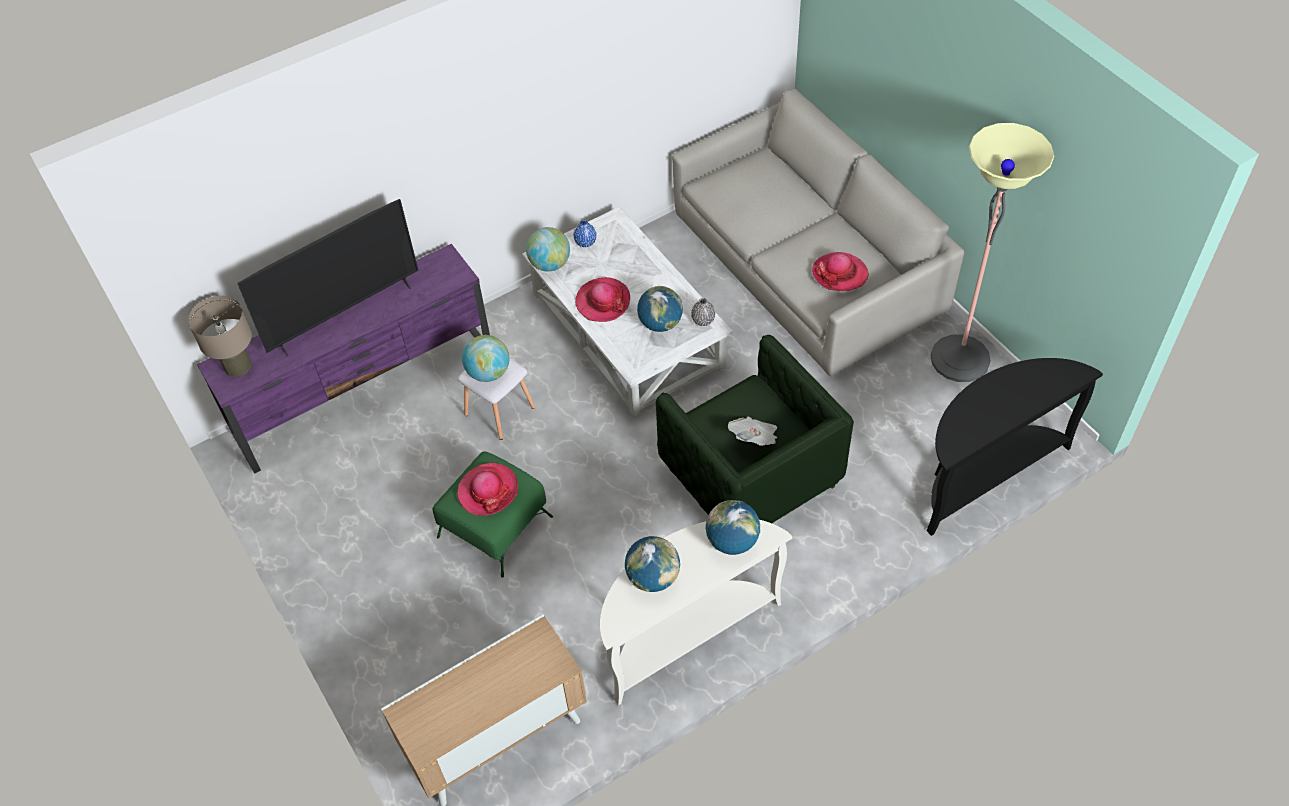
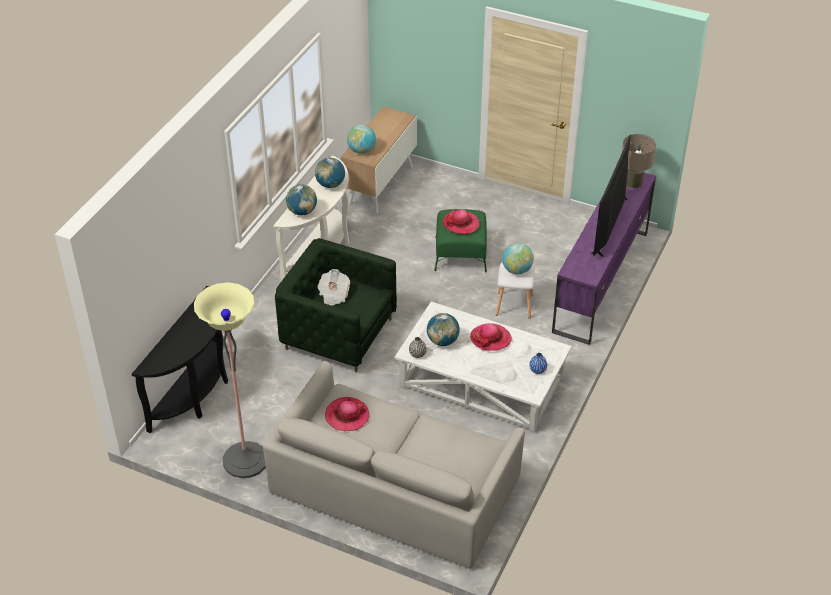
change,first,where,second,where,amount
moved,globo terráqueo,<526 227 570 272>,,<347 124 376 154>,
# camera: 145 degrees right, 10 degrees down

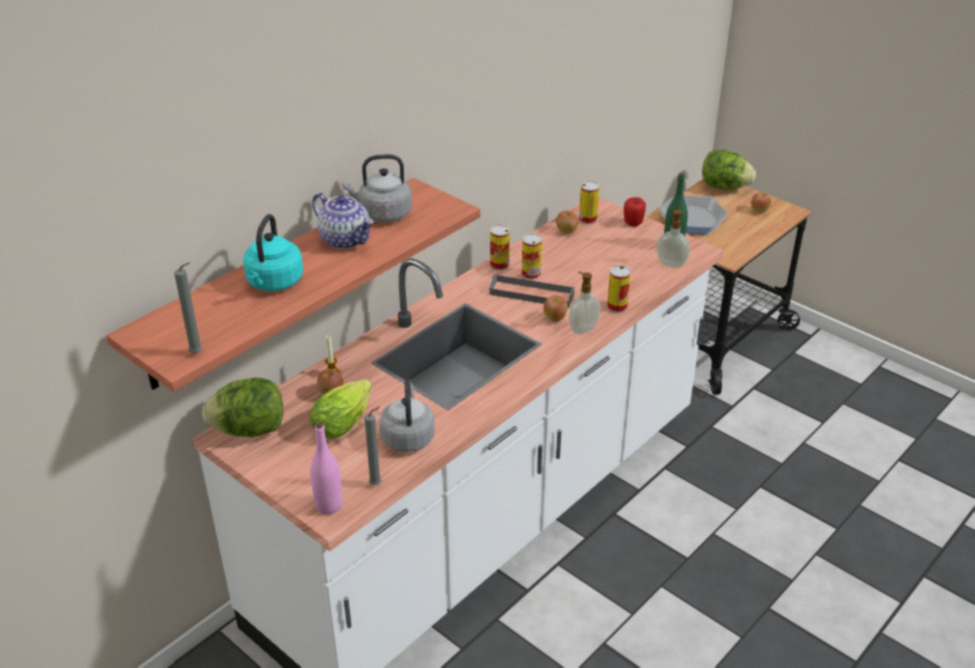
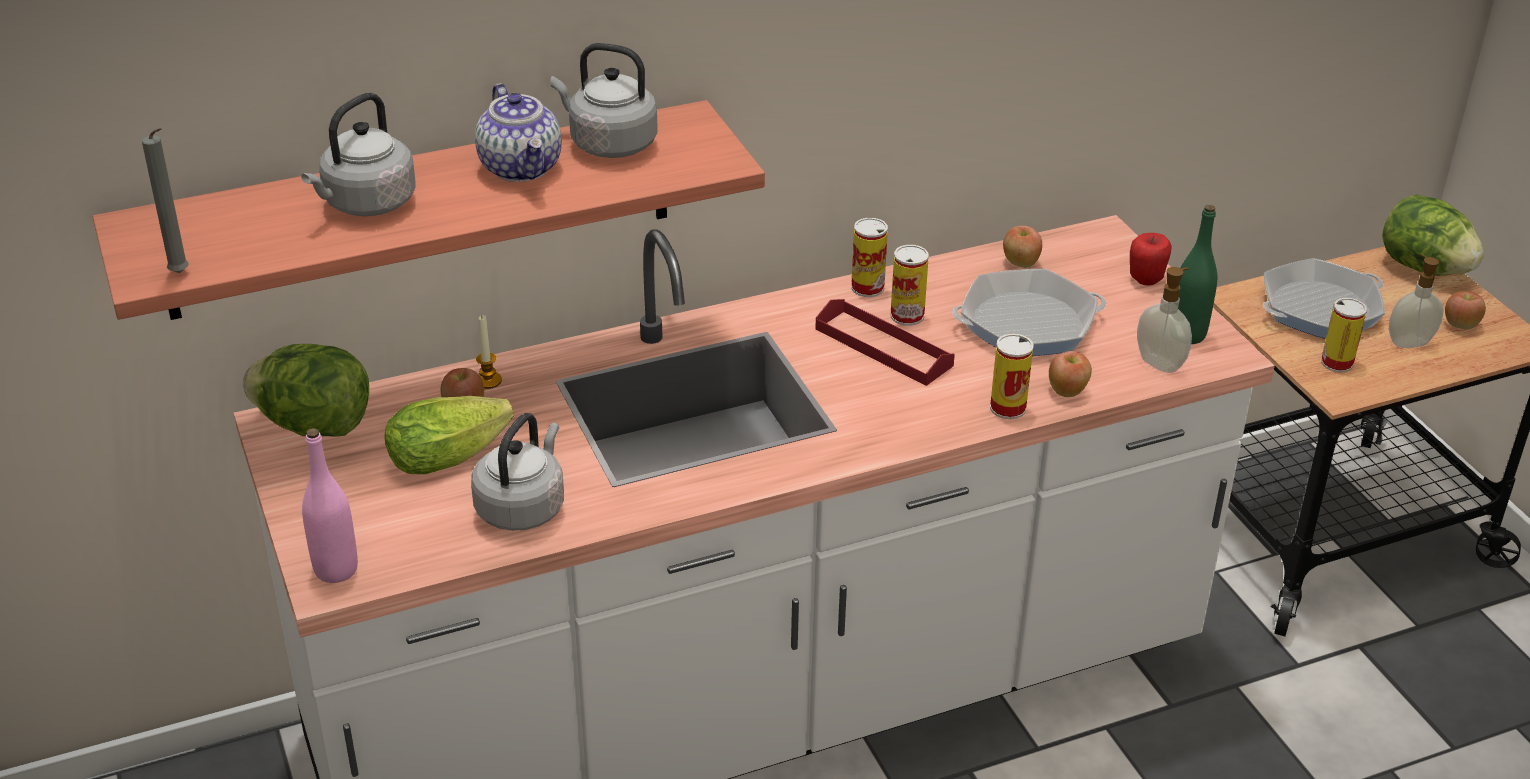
change,first,where,second,where,amount
removed,vela/gris,<364 407 381 485>,,,
added,,,sartén,<952 269 1107 356>,
moved,manzana,<543 295 568 322>,,<1049 351 1092 397>,
moved,dispensador de jabón,<569 272 600 334>,,<1389 254 1444 348>,
moved,lata,<579 181 599 225>,,<1321 298 1367 373>,
recoloured,hervidor/turquesa,<243 214 303 291>,hervidor/gris,<301 93 416 216>,
recoloured,bandeja/gris,<490 274 575 308>,bandeja/rojo,<815 299 955 386>,
# camera: 25 degrees right, 0 degrees up

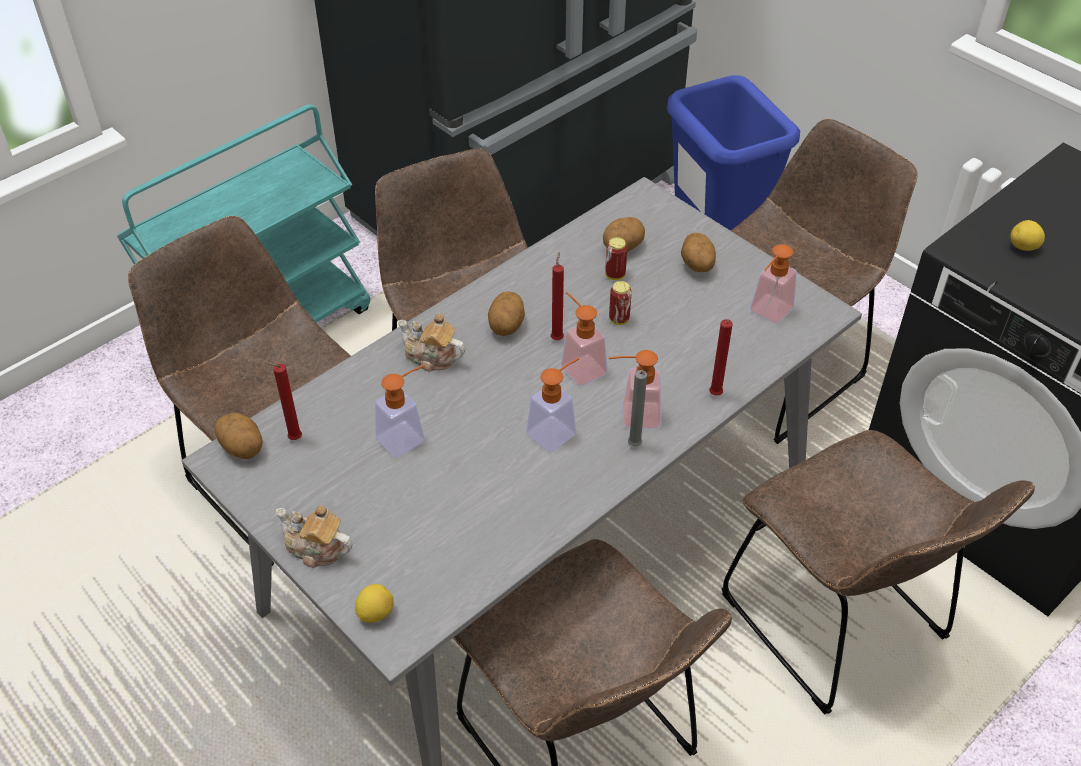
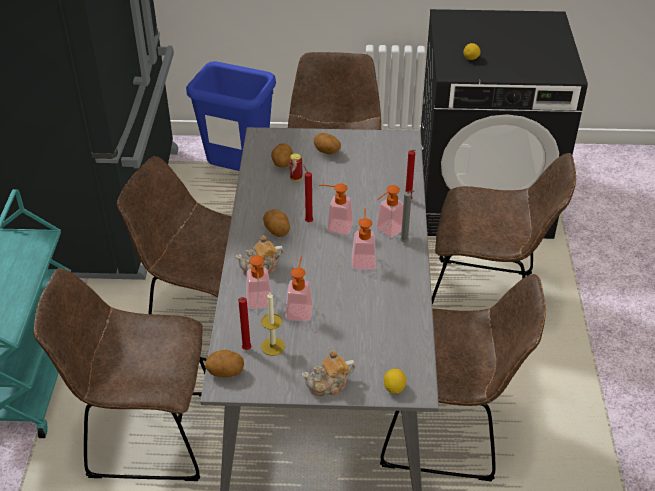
change,first,where,second,where,amount
removed,lata,<609 281 632 325>,,,
added,,,vela,<261 292 285 356>,
moved,dispensador de jabón,<750 244 797 324>,,<246 255 271 309>,
# camera: 45 degrees left, 5 degrees down

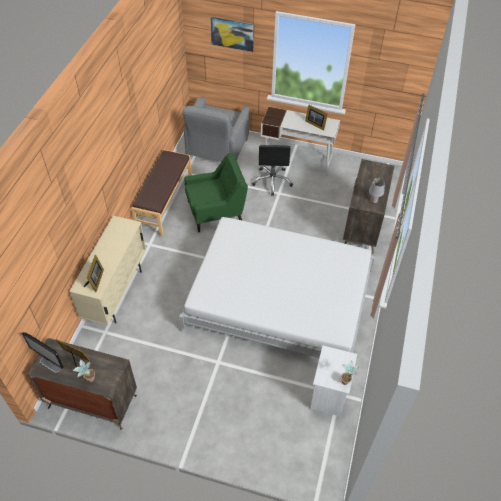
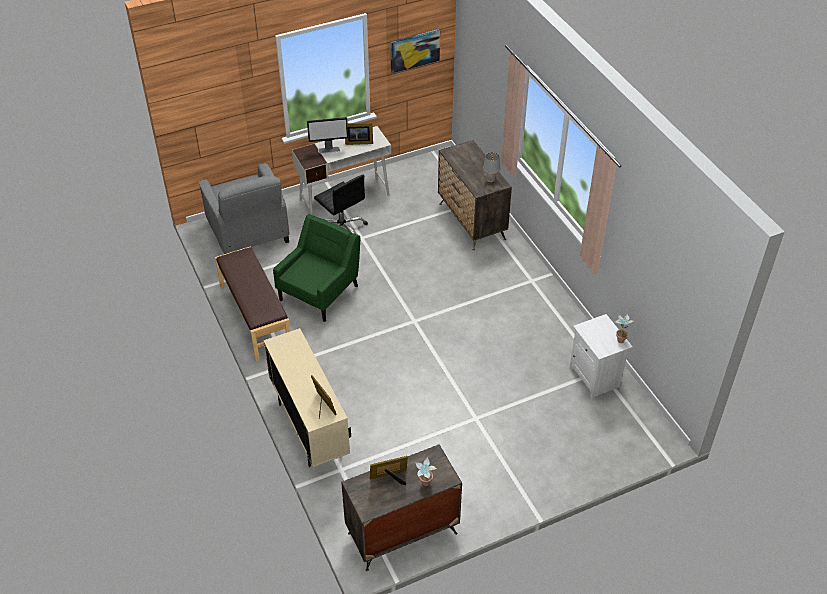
change,first,where,second,where,amount
removed,cama/blanco,<179 217 375 358>,,,
moved,monitor,<22 332 64 373>,,<307 117 348 154>,
moved,cuadro,<210 17 254 52>,,<390 29 440 73>,
# camera: 40 degrees left, 5 degrees down

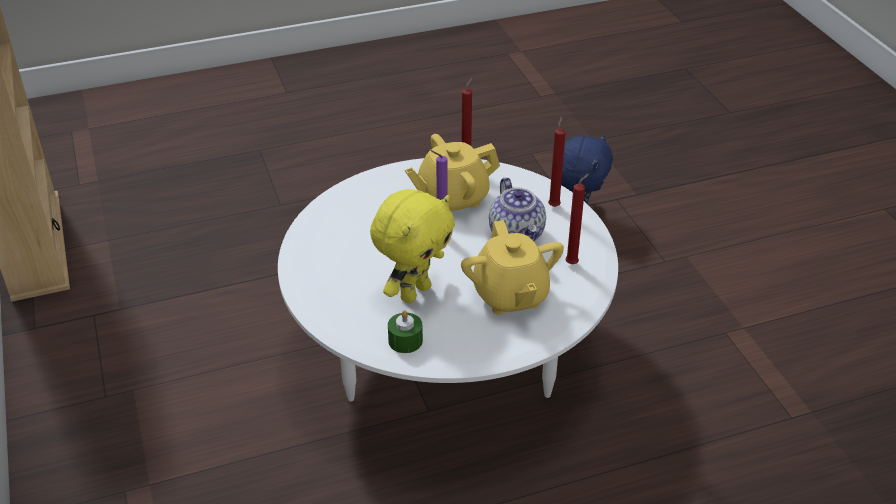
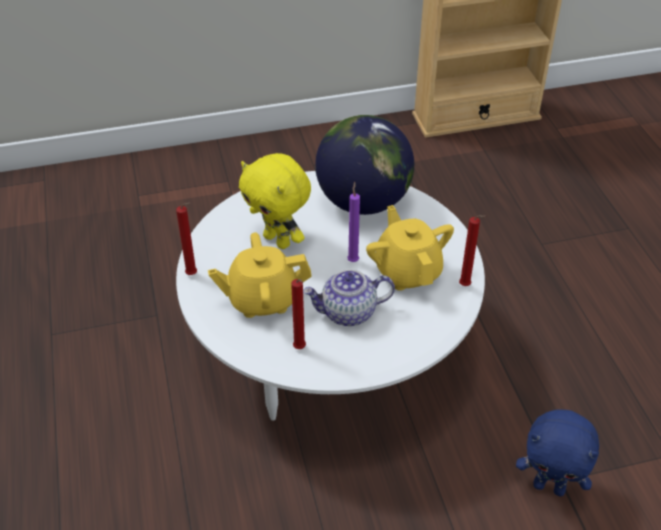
change,first,where,second,where,amount
removed,vela/verde,<388 310 423 353>,,,
added,,,globo terráqueo,<315 115 414 215>,
moved,vela/rojo,<548 116 566 207>,,<176 203 197 275>,
# camera: 95 degrees right, 5 degrees up

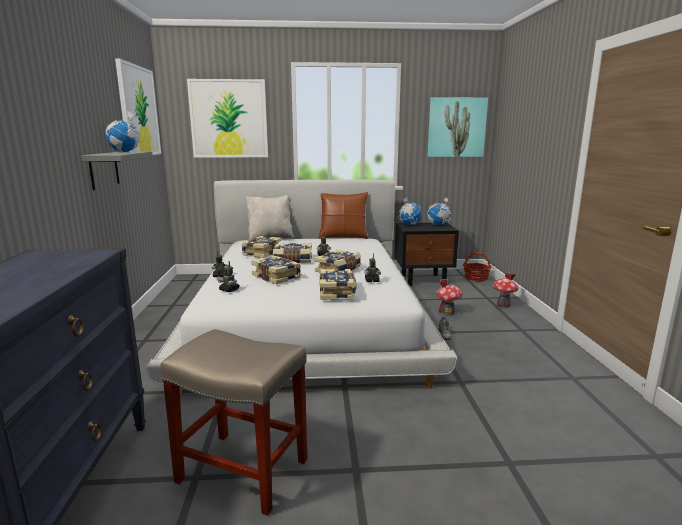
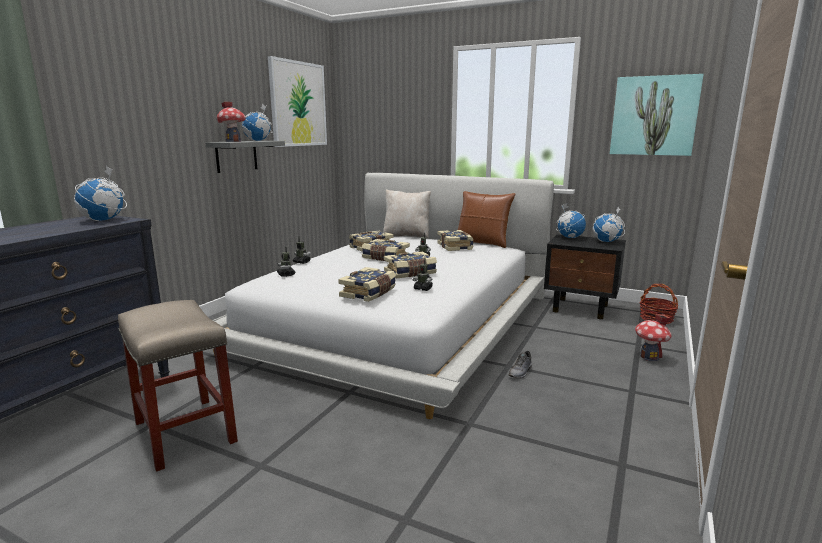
change,first,where,second,where,amount
removed,cuadro,<187 79 268 158>,,,
added,,,globo terráqueo,<74 166 127 221>,
moved,libro,<251 256 301 284>,,<437 230 474 251>,
moved,casita,<437 279 463 315>,,<216 102 246 142>,
# camera: 30 degrees right, 0 degrees up

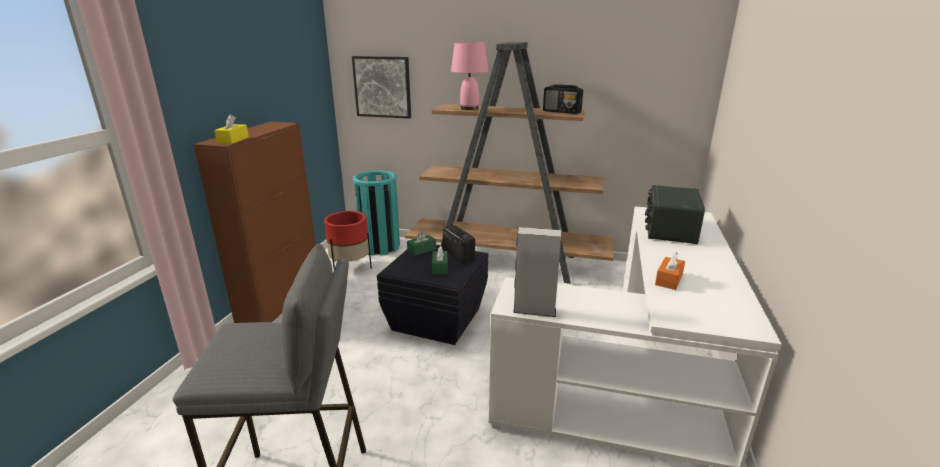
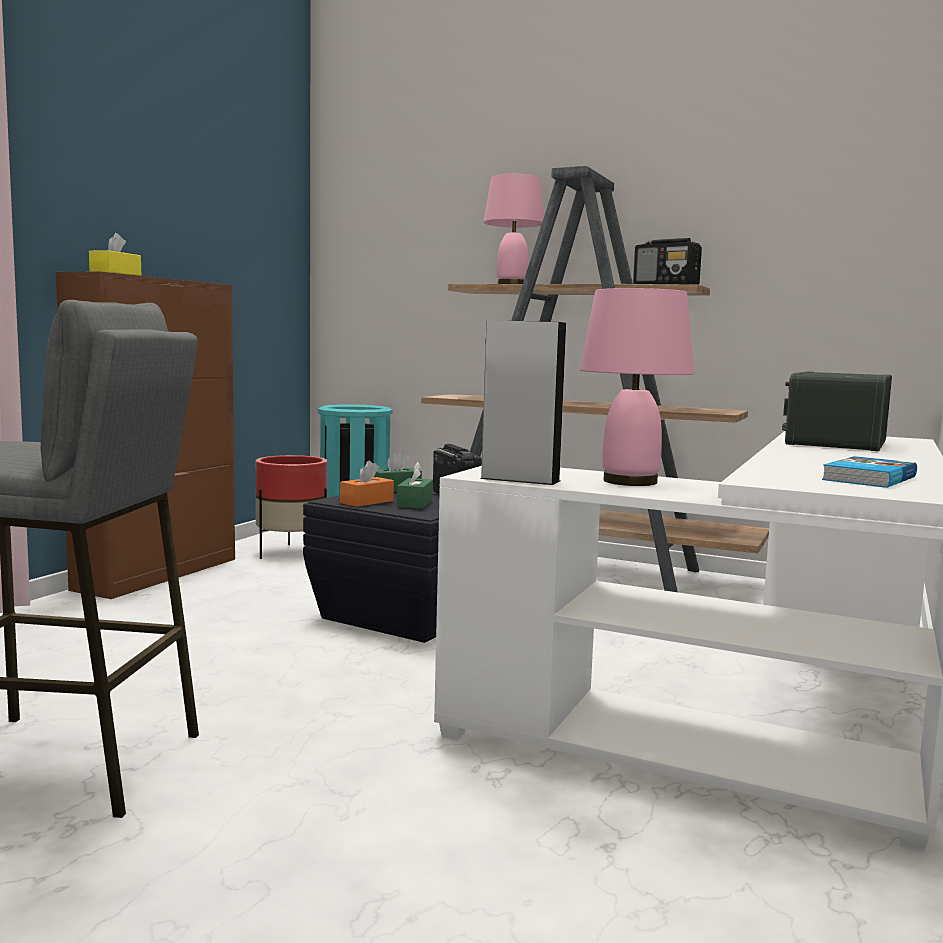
change,first,where,second,where,amount
removed,cuadro,<352 56 411 119>,,,
added,,,lámpara de mesa/rosa,<580 288 694 486>,
added,,,libro,<822 456 917 488>,
moved,caja de pañuelos/naranja,<655 252 685 290>,,<340 461 394 507>,
# camera: 10 degrees right, 15 degrees down

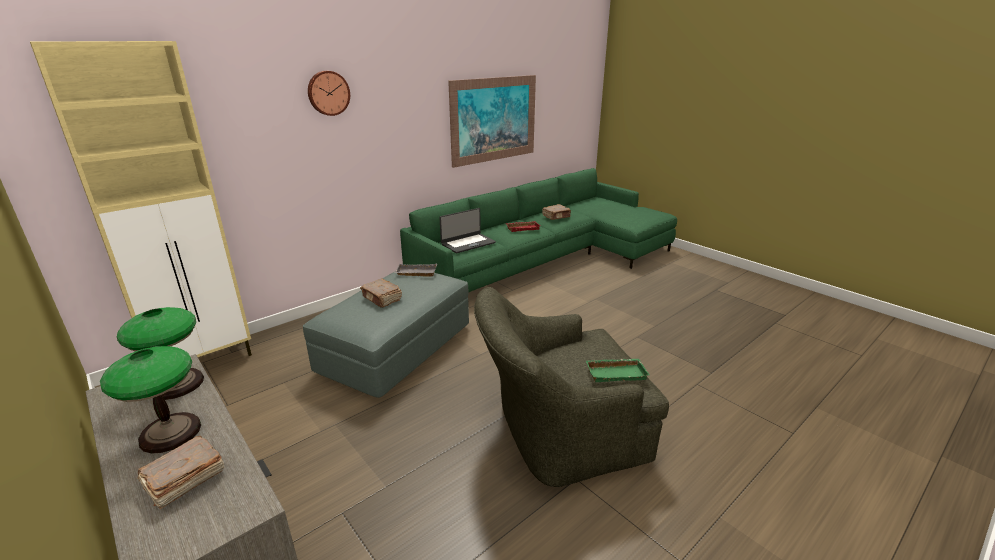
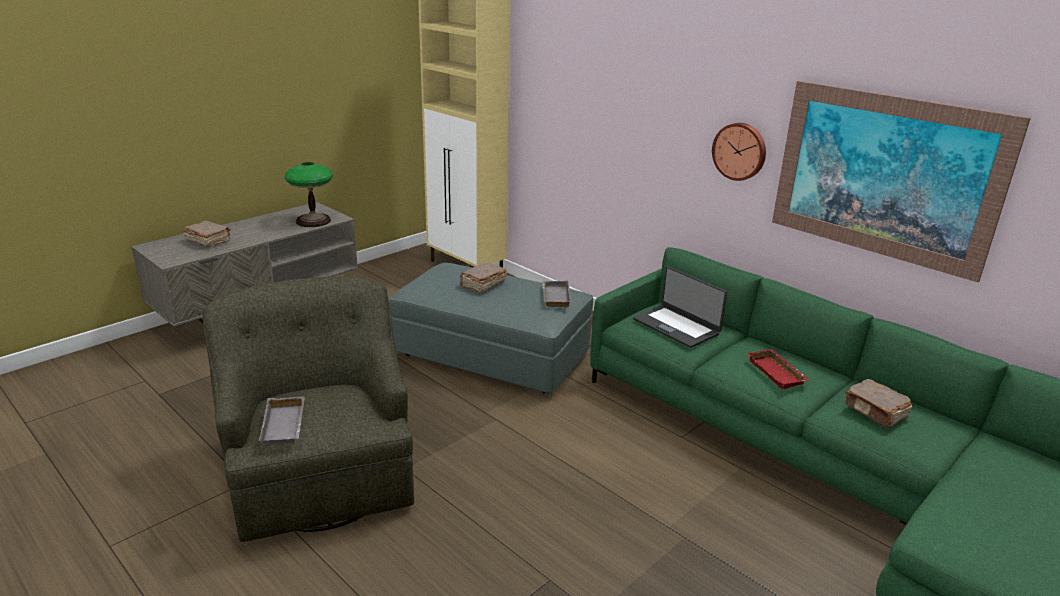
change,first,where,second,where,amount
removed,lámpara de mesa,<100 346 201 453>,,,
moved,reloj de pared,<308 71 350 116>,,<712 123 766 181>,
recoloured,bandeja/verde,<586 359 650 382>,bandeja/gris,<258 396 305 447>,
# camera: 85 degrees right, 0 degrees up

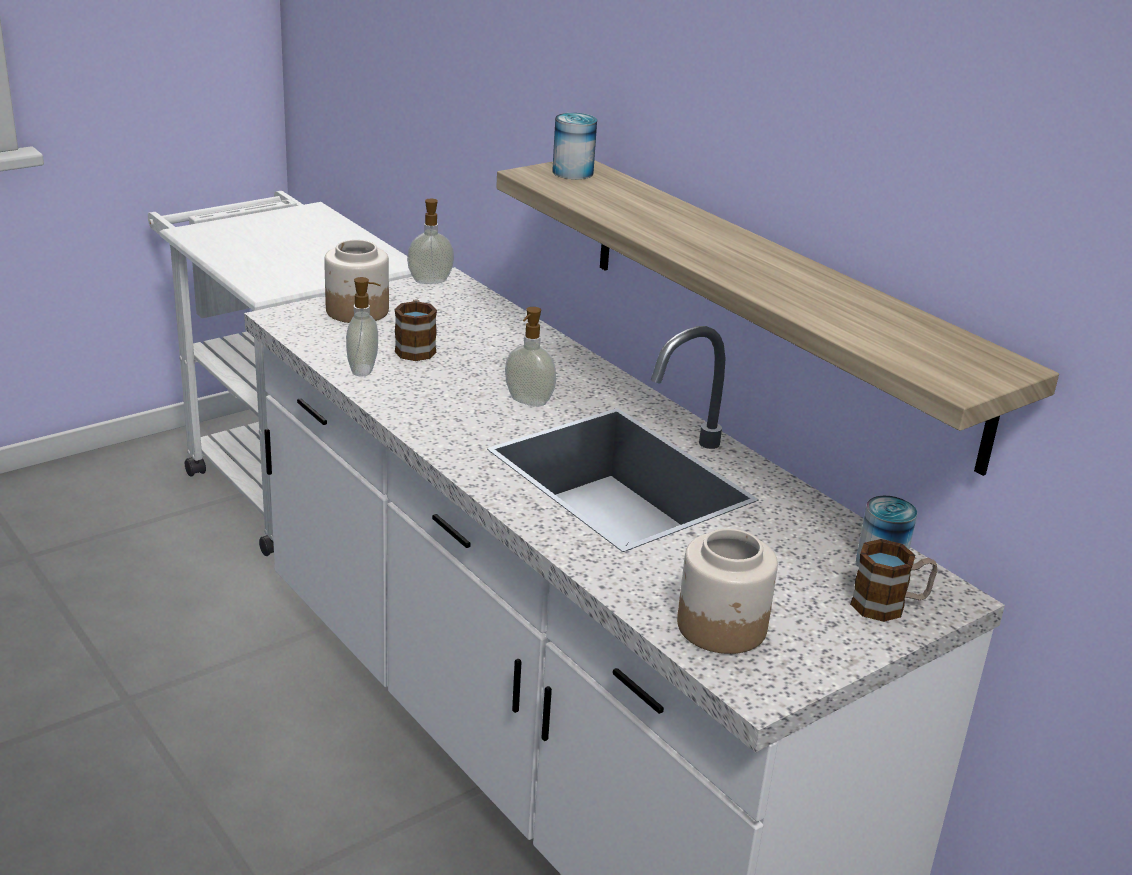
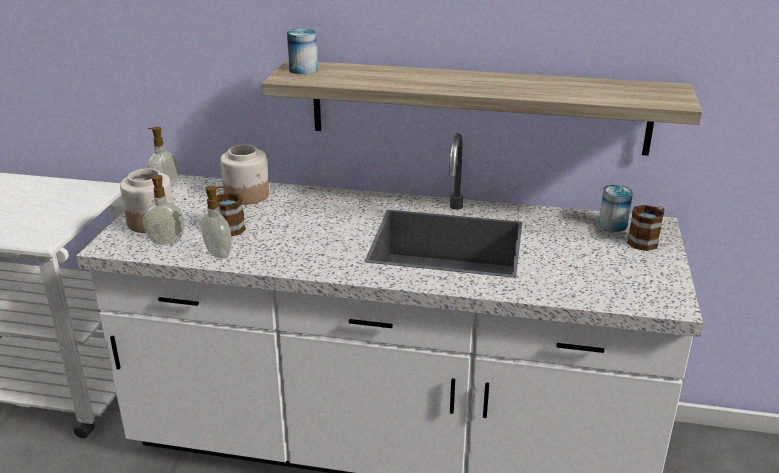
change,first,where,second,where,amount
moved,dispensador de jabón,<505 307 556 407>,,<143 175 185 245>,
moved,tarro,<677 528 778 654>,,<220 145 269 205>,
# camera: 40 degrees left, 0 degrees up

